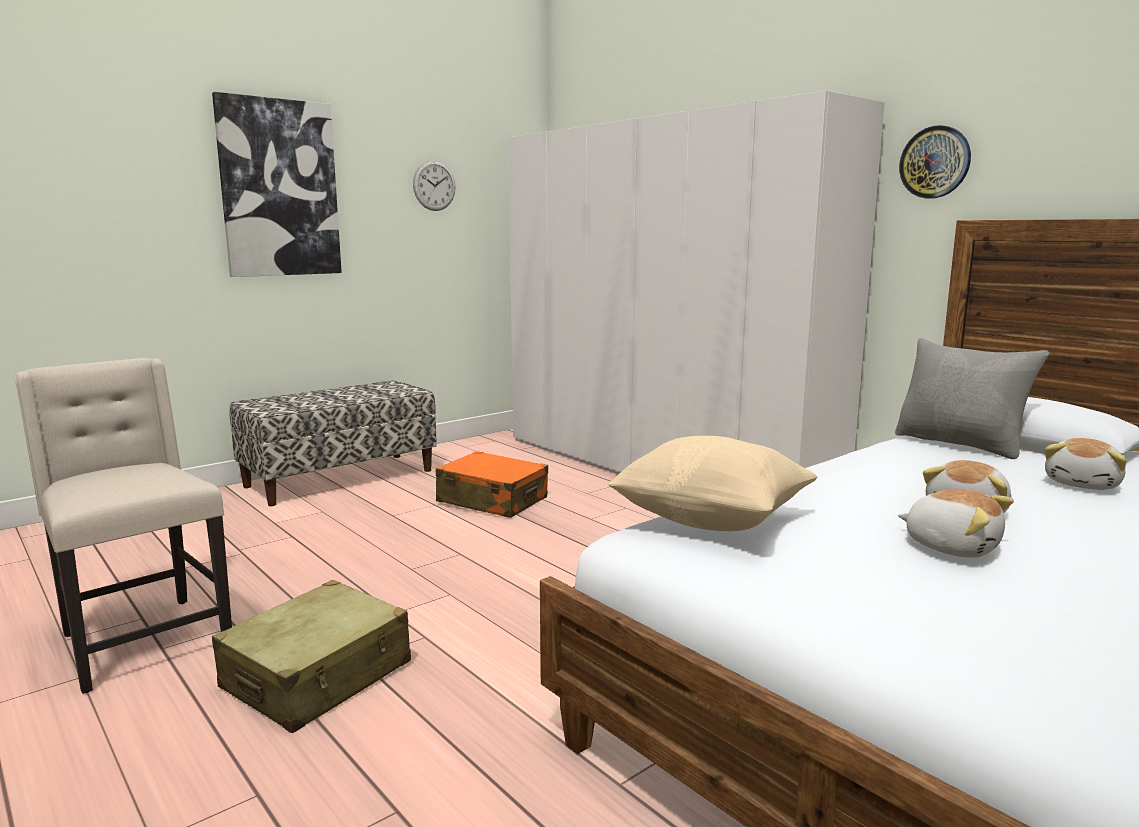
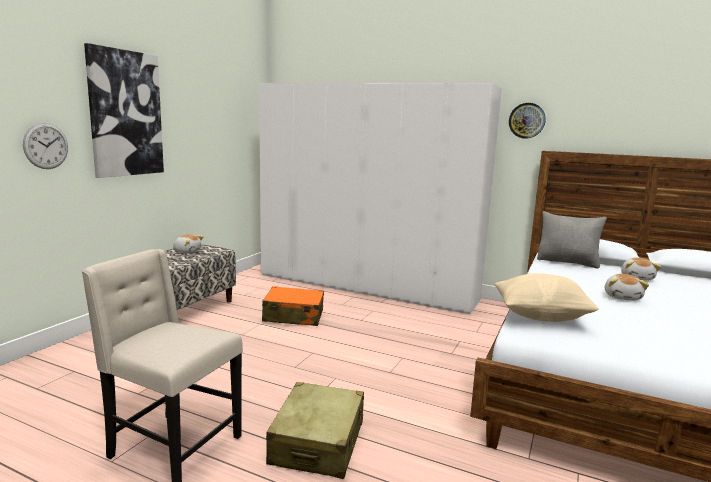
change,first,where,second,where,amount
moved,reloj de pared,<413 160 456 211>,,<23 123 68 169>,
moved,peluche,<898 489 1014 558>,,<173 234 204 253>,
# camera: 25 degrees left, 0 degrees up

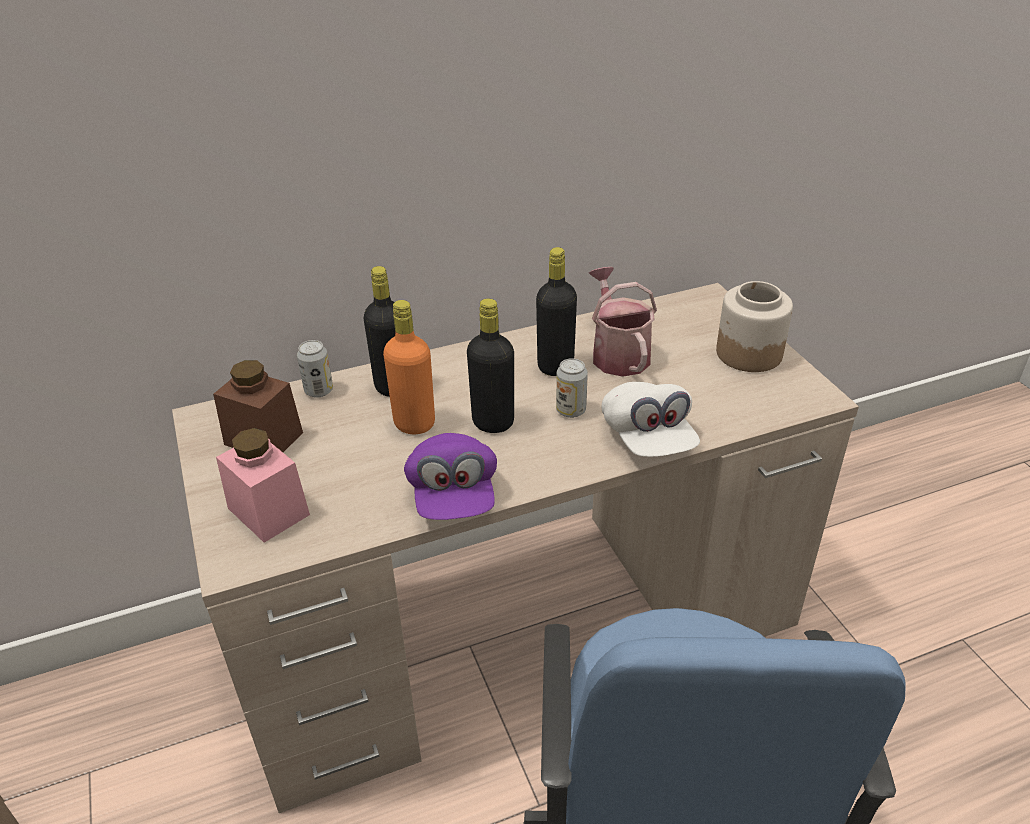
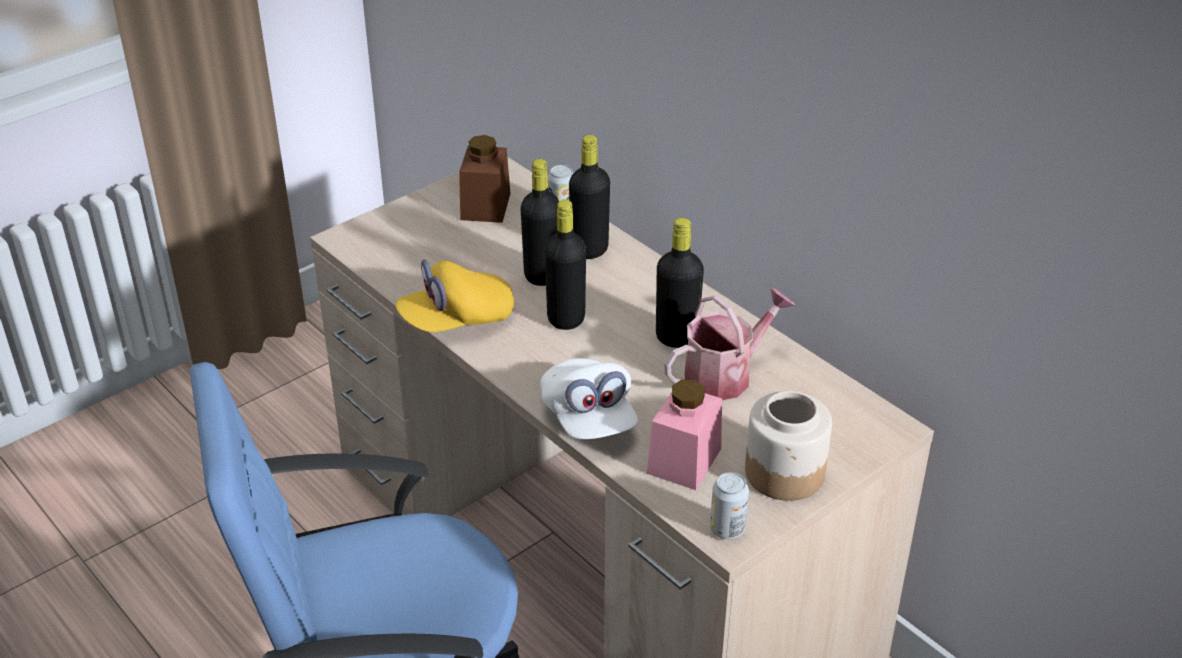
change,first,where,second,where,amount
moved,tarro/rosa,<216 428 310 543>,,<647 380 722 490>,
moved,lata,<556 358 588 418>,,<710 472 749 539>,
recoloured,botella/naranja,<383 300 435 434>,botella/negro,<521 159 559 286>,
recoloured,gorra/morado,<404 433 497 520>,gorra/amarillo,<396 260 514 332>,
turned,gorra/blanco,<602 382 700 457>,,<540 358 638 439>,75 degrees counterclockwise
# camera: 70 degrees right, 0 degrees up

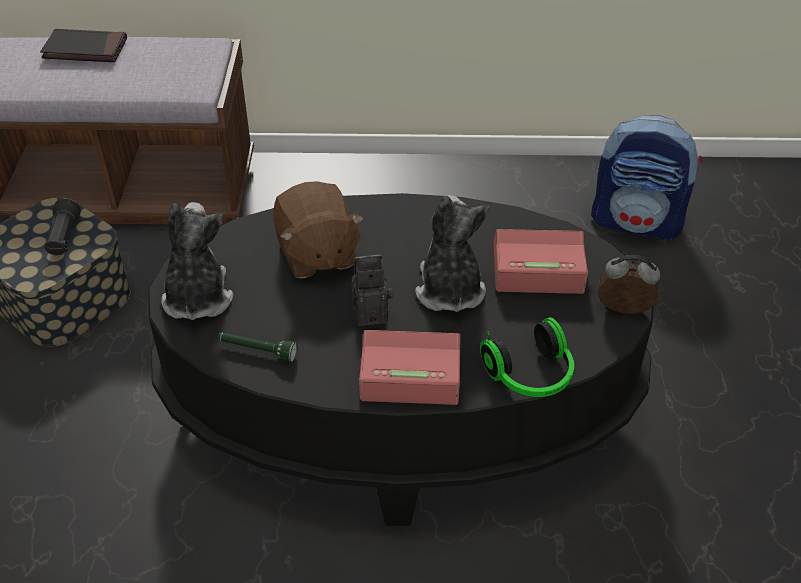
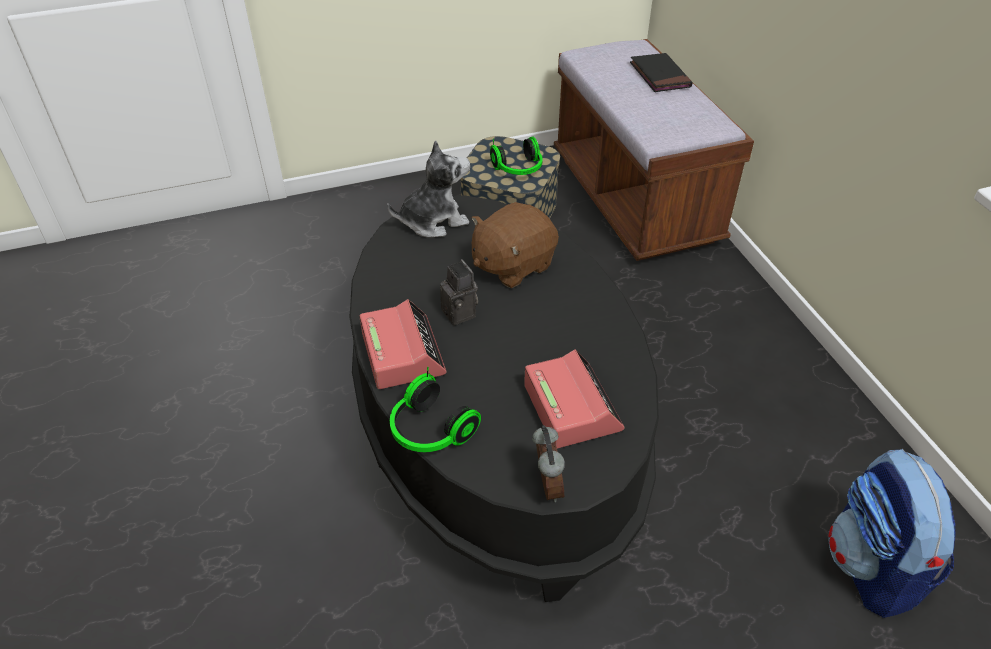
change,first,where,second,where,amount
removed,linterna/verde,<218 332 298 362>,,,
removed,peluche,<415 195 490 312>,,,
replaced,linterna/negro,<45 199 81 256>,auriculares,<490 137 543 175>,
# camera: 70 degrees right, 0 degrees up

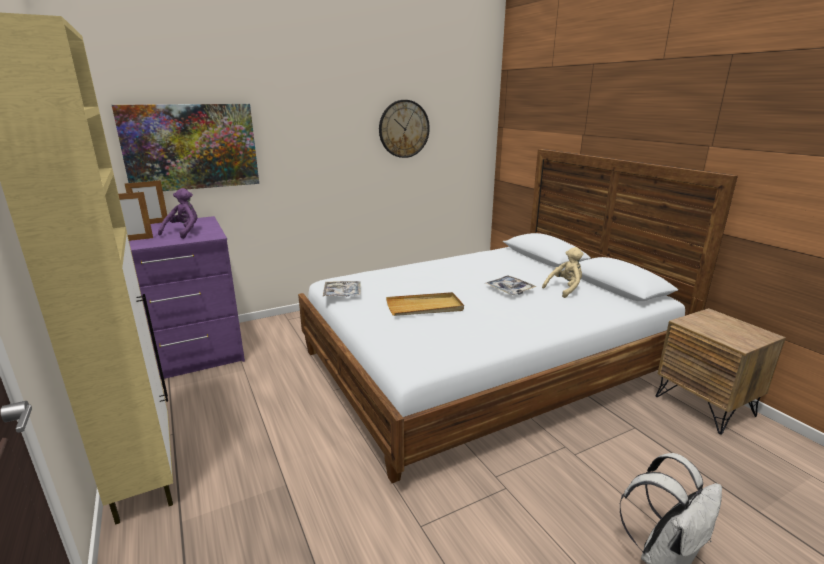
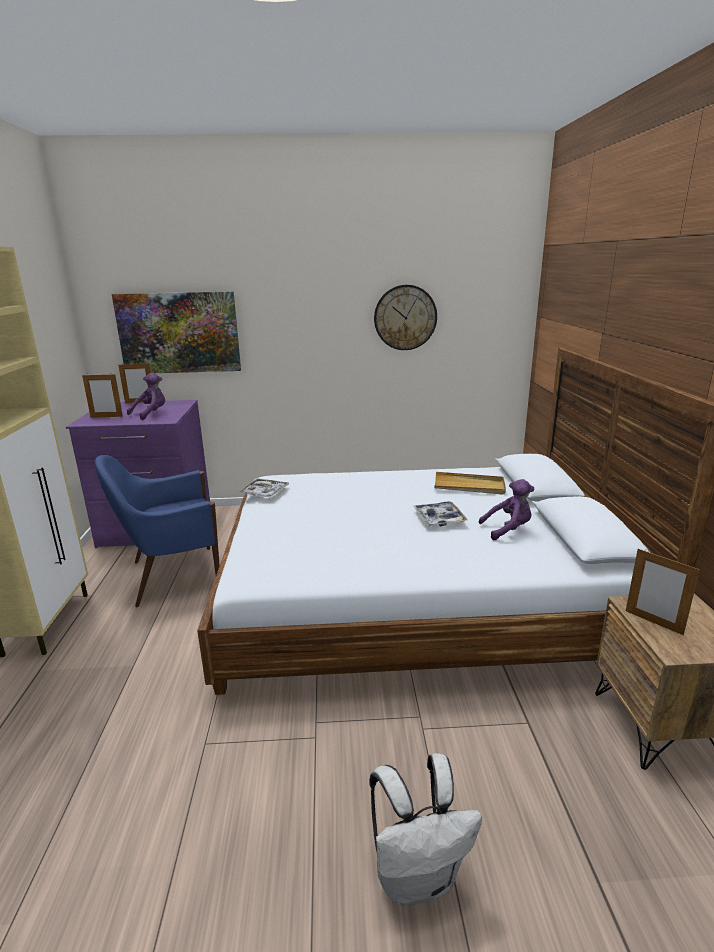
change,first,where,second,where,amount
added,,,sillón/azul,<95 455 220 607>,
added,,,portarretratos,<626 549 700 635>,
moved,bandeja/beis,<386 292 464 316>,,<434 472 506 495>,
recoloured,peluche/beis,<542 247 584 298>,peluche/morado,<478 479 534 540>,
# camera: 25 degrees right, 0 degrees up

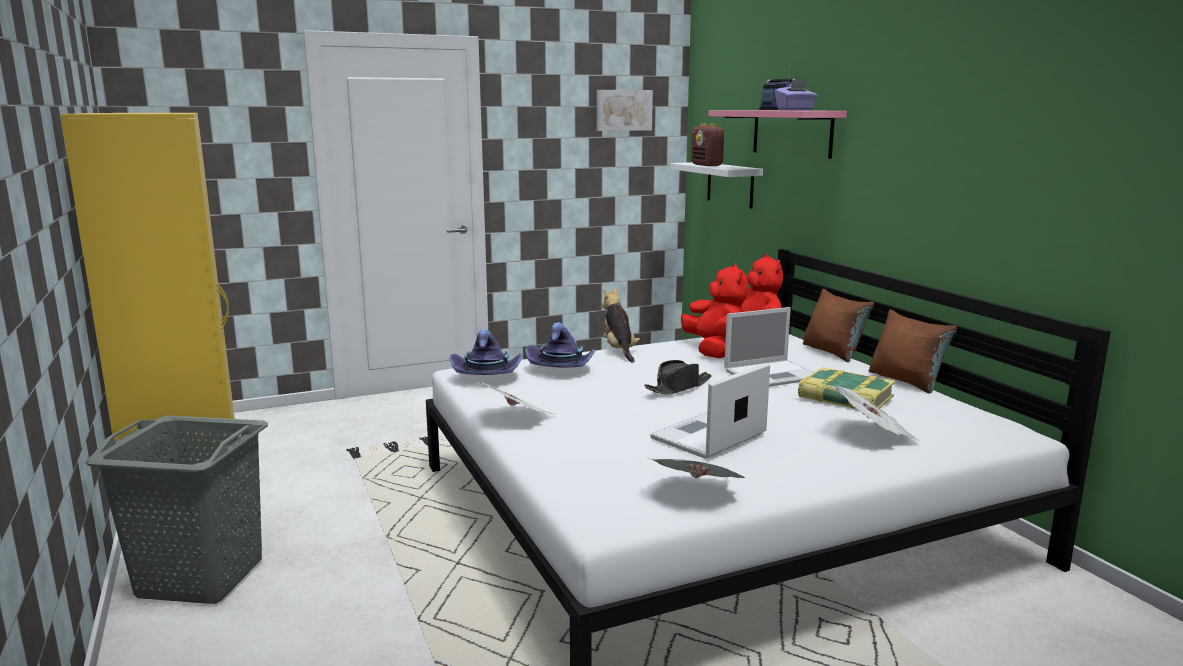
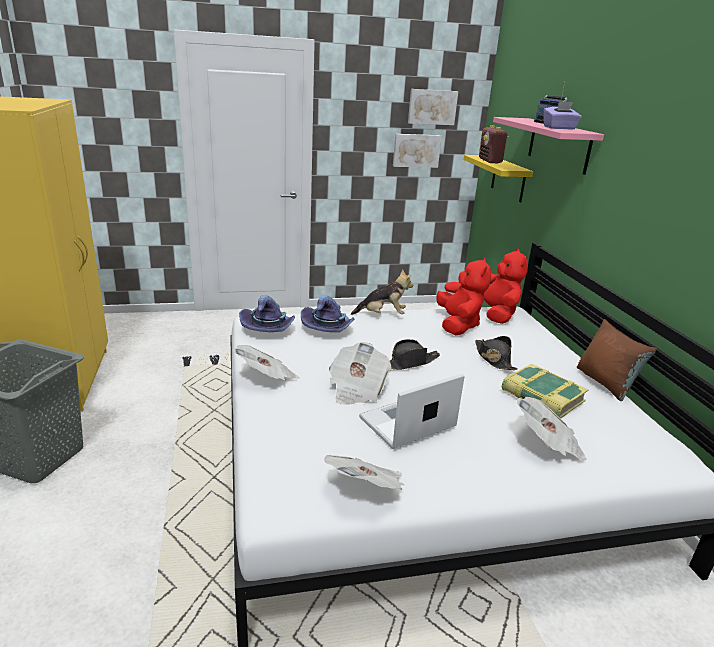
change,first,where,second,where,amount
removed,cojín/marrón,<803 289 874 362>,,,
added,,,periódico,<329 342 391 405>,
added,,,cuadro,<393 134 442 168>,
replaced,portátil,<724 307 814 387>,sombrero/negro,<475 336 518 370>,
recoloured,estante/blanco,<670 162 763 209>,estante/amarillo,<464 155 533 203>,
turned,peluche,<602 289 640 363>,,<351 269 413 315>,90 degrees clockwise
# camera: 10 degrees right, 10 degrees up

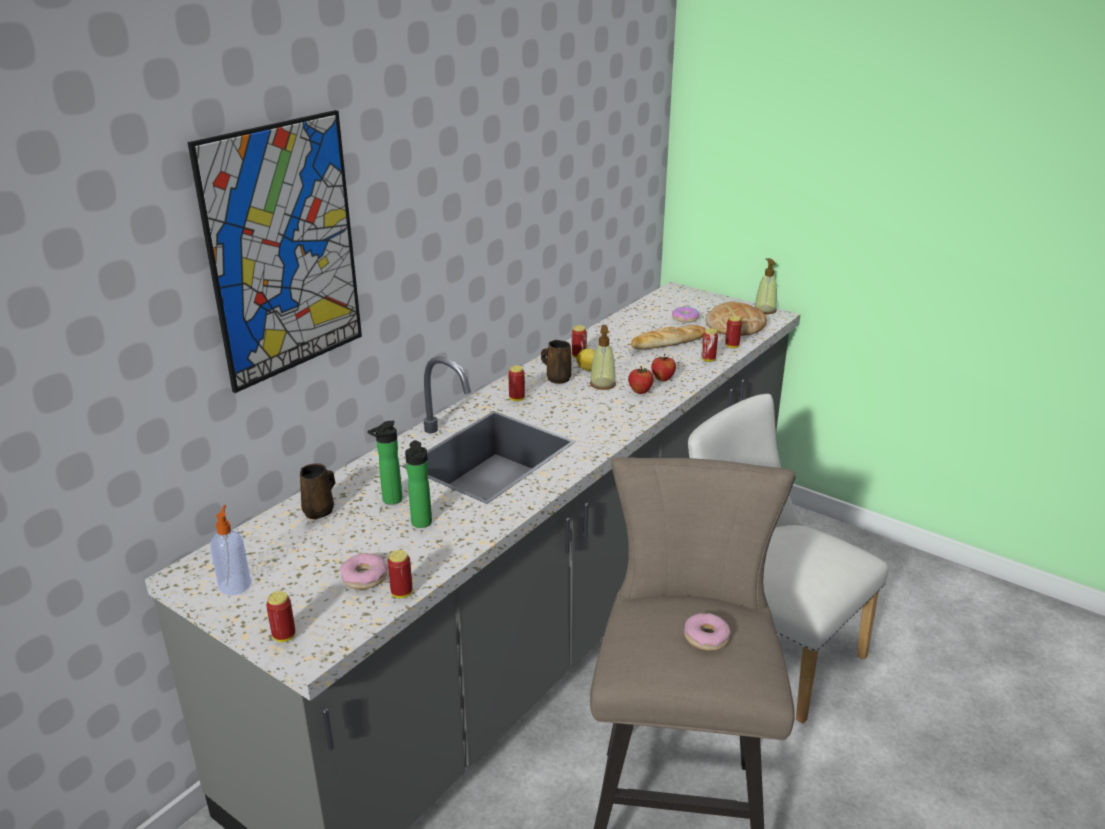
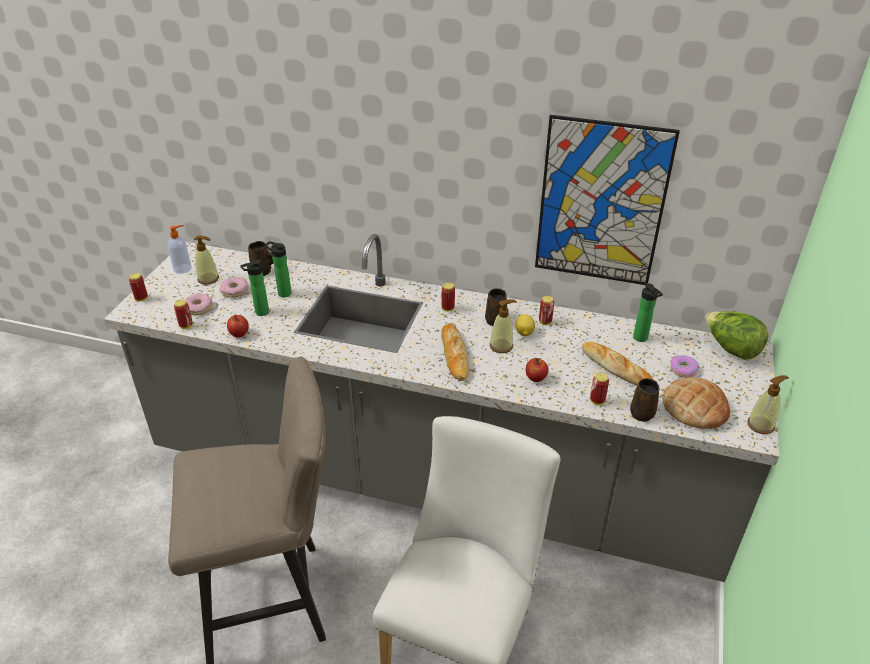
change,first,where,second,where,amount
added,,,dispensador de jabón,<194 235 219 285>,
added,,,pan,<441 323 469 381>,
added,,,botella,<633 283 663 342>,
added,,,lechuga,<705 311 769 360>,
moved,cuadro,<188 110 362 393>,,<535 115 680 285>,
moved,manzana,<628 366 654 394>,,<227 314 249 338>,
moved,rosquilla,<684 613 731 651>,,<220 277 248 298>,
replaced,lata,<725 316 742 348>,taza grande/marrón,<630 378 659 422>,
# camera: 70 degrees right, 10 degrees up

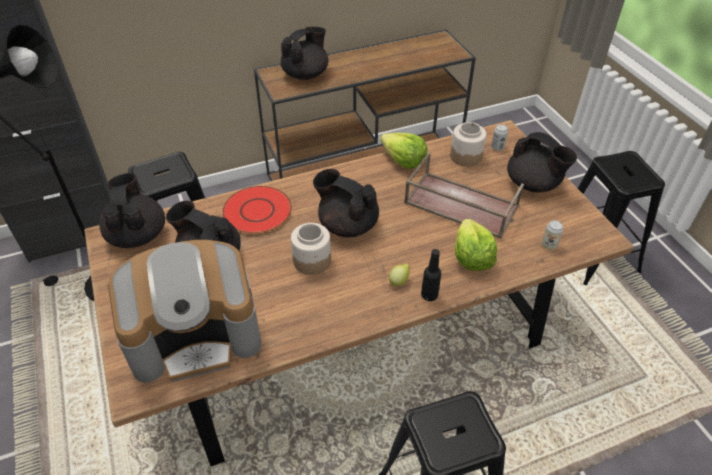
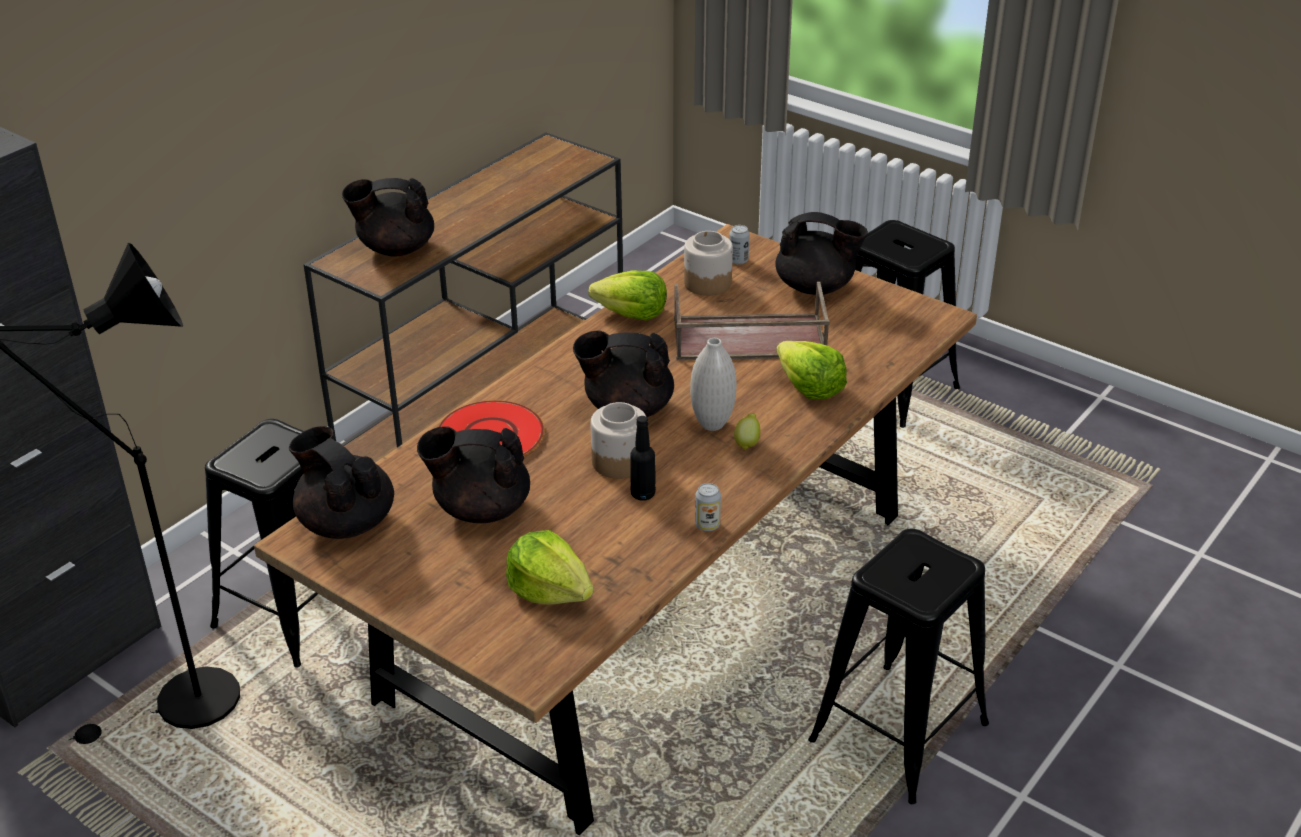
change,first,where,second,where,amount
added,,,florero/blanco,<690 338 736 431>,
moved,botella/negro,<421 249 441 301>,,<630 416 656 501>,
moved,lata,<542 220 563 250>,,<695 483 721 531>,
replaced,cafetera,<108 240 261 383>,lechuga,<506 530 594 605>,
turned,tetera/negro,<280 27 328 80>,,<342 178 434 256>,105 degrees counterclockwise
# camera: 30 degrees left, 10 degrees down

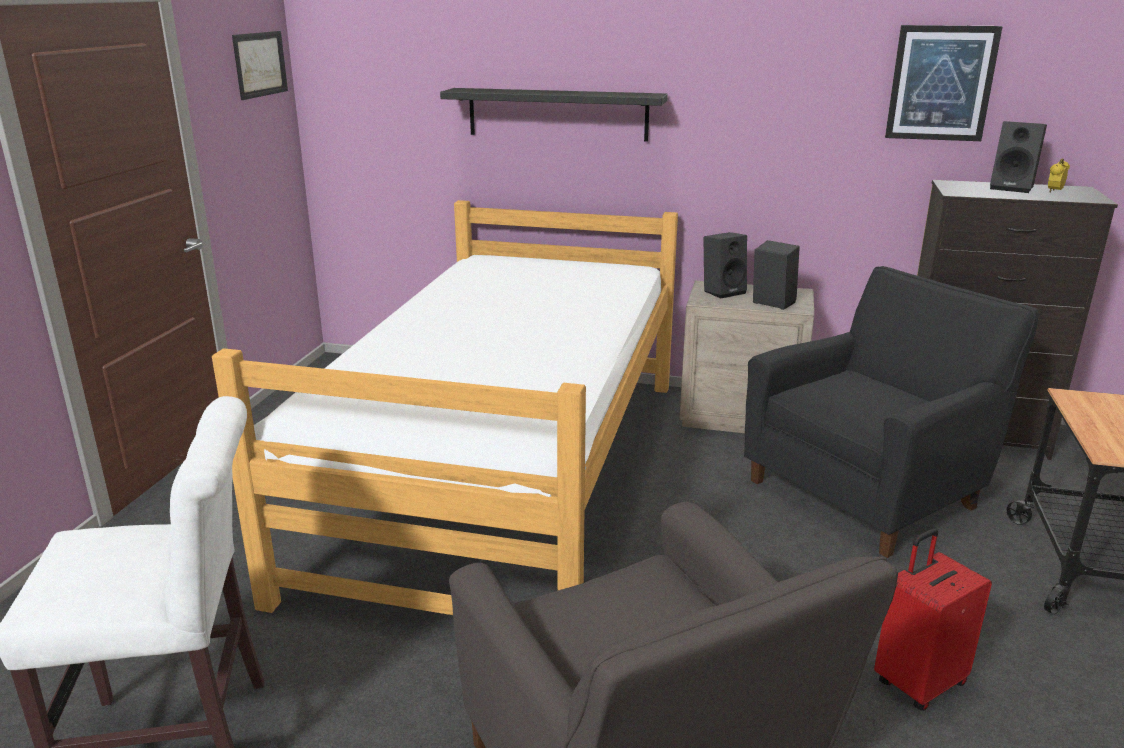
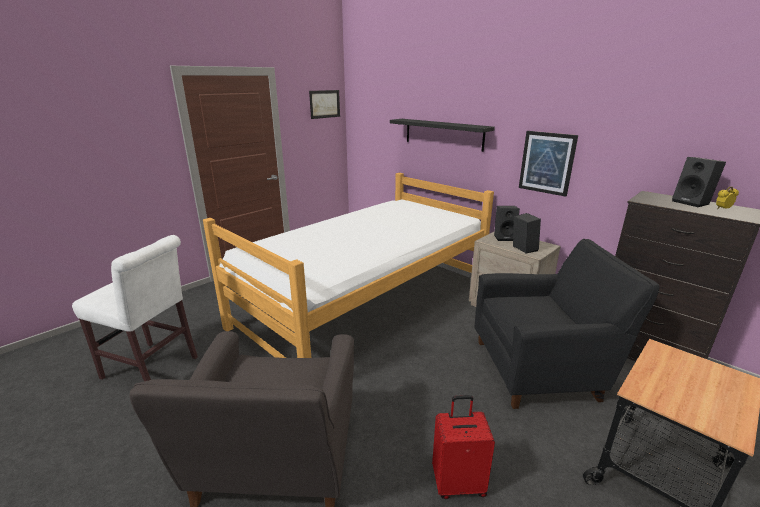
change,first,where,second,where,amount
moved,cuadro,<885 25 1003 141>,,<519 131 578 197>,
# camera: 30 degrees right, 0 degrees up

